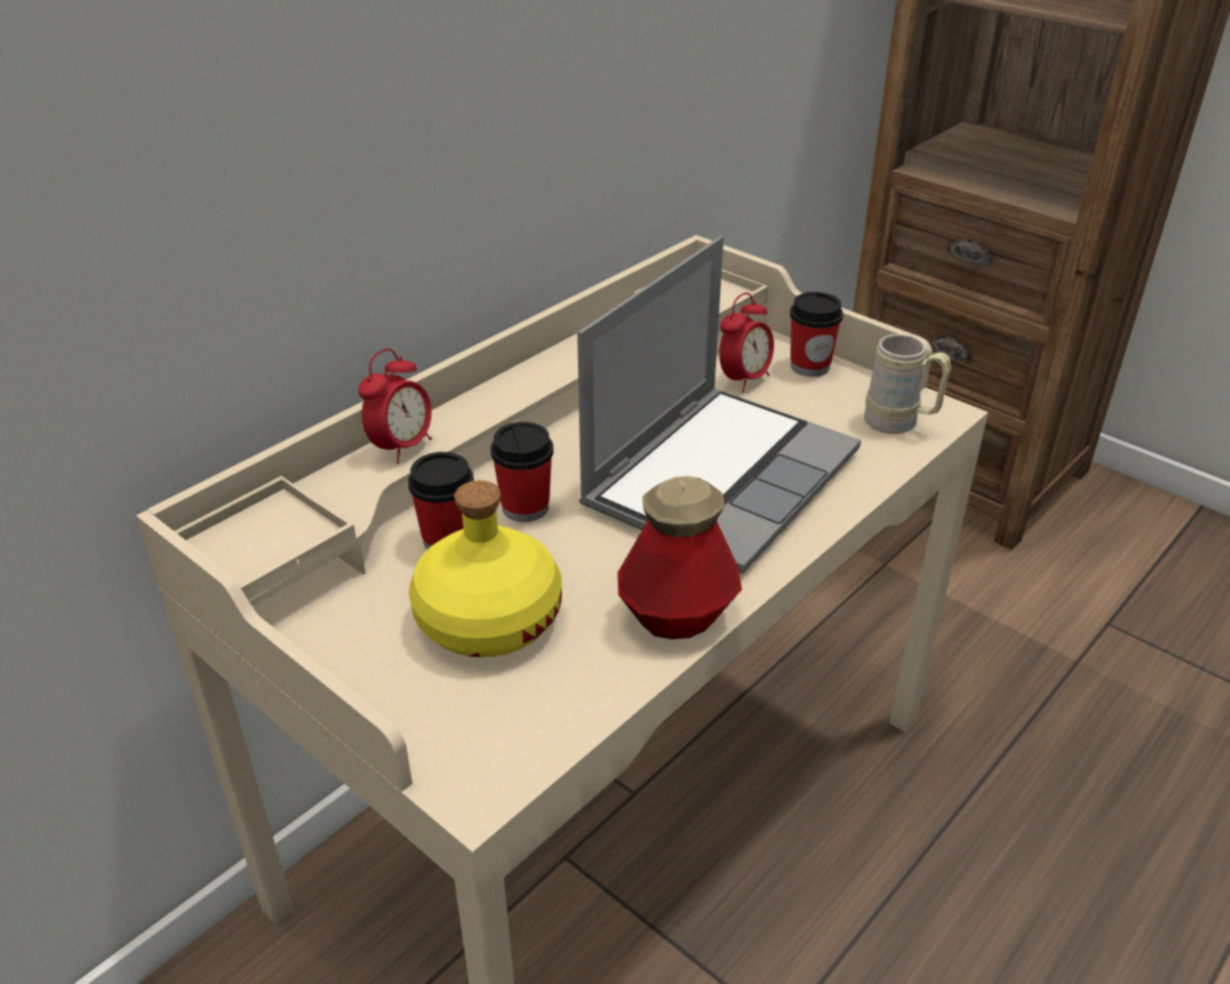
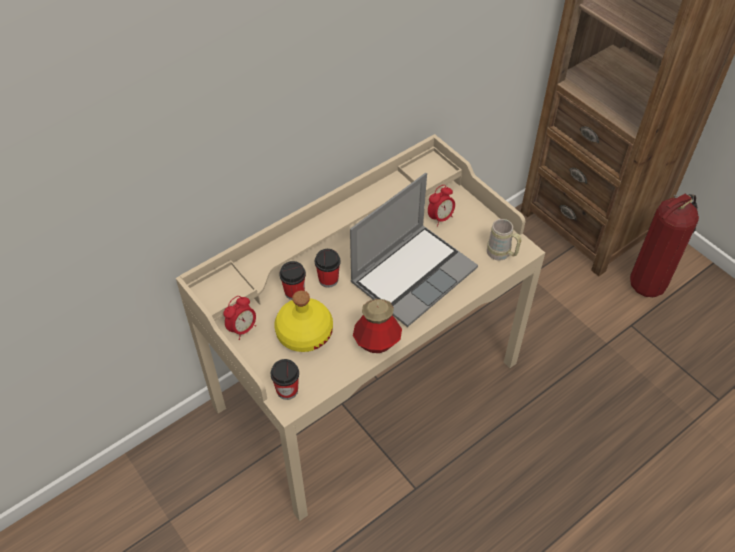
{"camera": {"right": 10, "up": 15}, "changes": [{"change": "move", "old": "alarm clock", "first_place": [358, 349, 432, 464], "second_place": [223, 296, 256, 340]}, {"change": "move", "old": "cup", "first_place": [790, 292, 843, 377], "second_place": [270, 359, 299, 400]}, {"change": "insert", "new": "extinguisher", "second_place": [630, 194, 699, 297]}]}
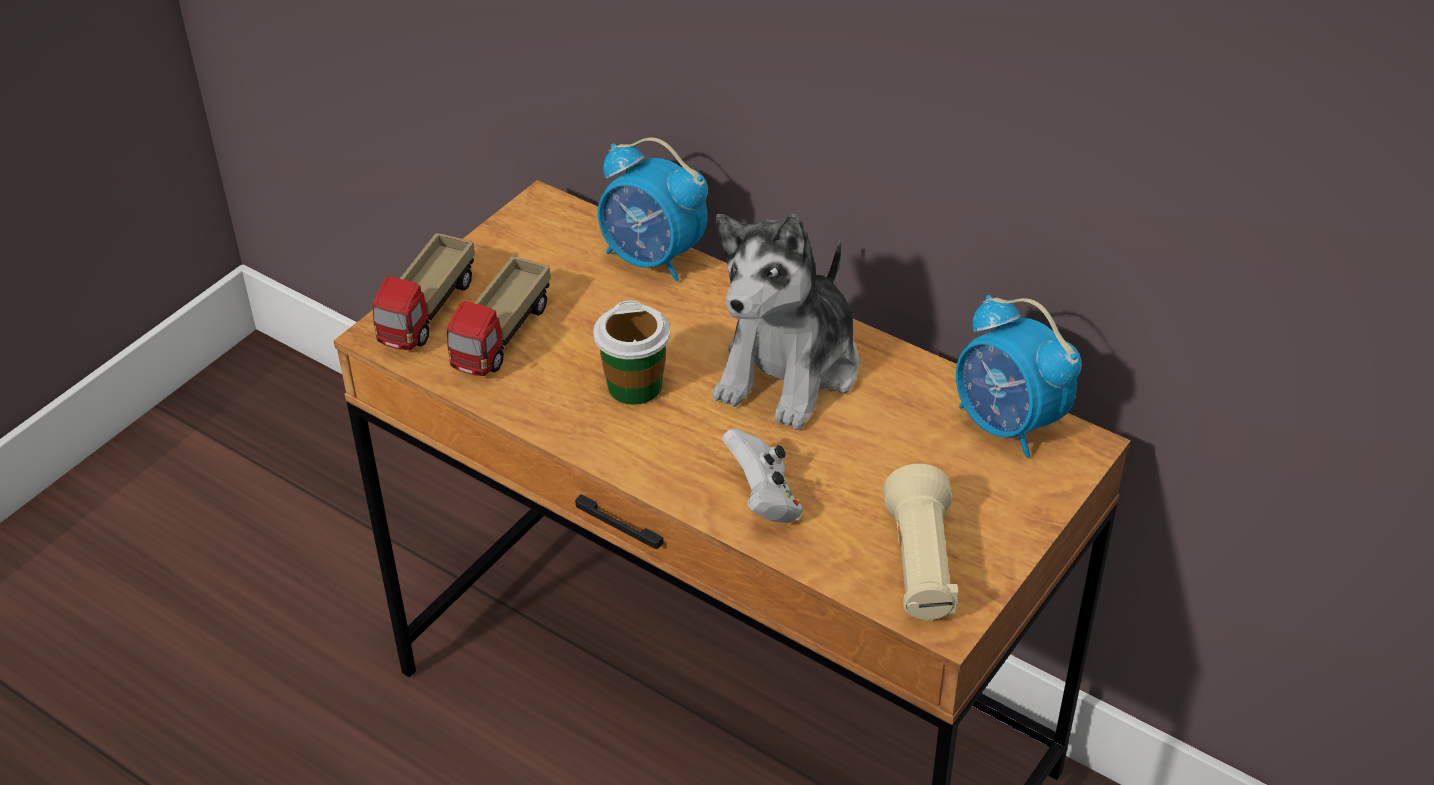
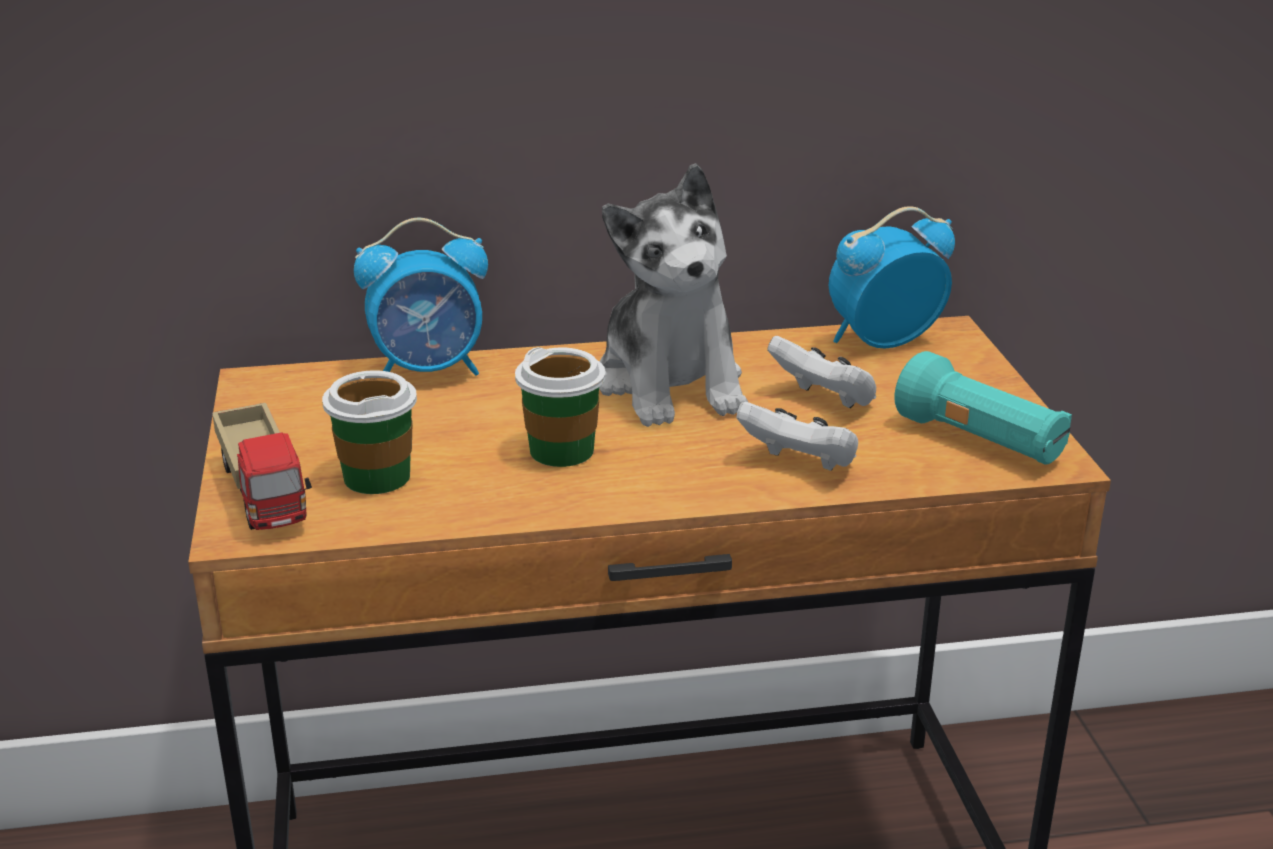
{"camera": {"right": -45, "up": -15}, "changes": [{"change": "replace", "old": "toy truck", "new": "cup", "first_place": [447, 256, 551, 376], "second_place": [322, 370, 417, 494]}, {"change": "recolor", "old": "beige flashlight", "new": "turquoise-coloured flashlight", "first_place": [884, 463, 959, 620], "second_place": [894, 351, 1072, 465]}, {"change": "rotate", "old": "alarm clock", "first_place": [956, 295, 1082, 457], "second_place": [829, 206, 955, 349], "degrees": 150}, {"change": "insert", "new": "whitish gamepad", "second_place": [767, 336, 876, 409]}]}
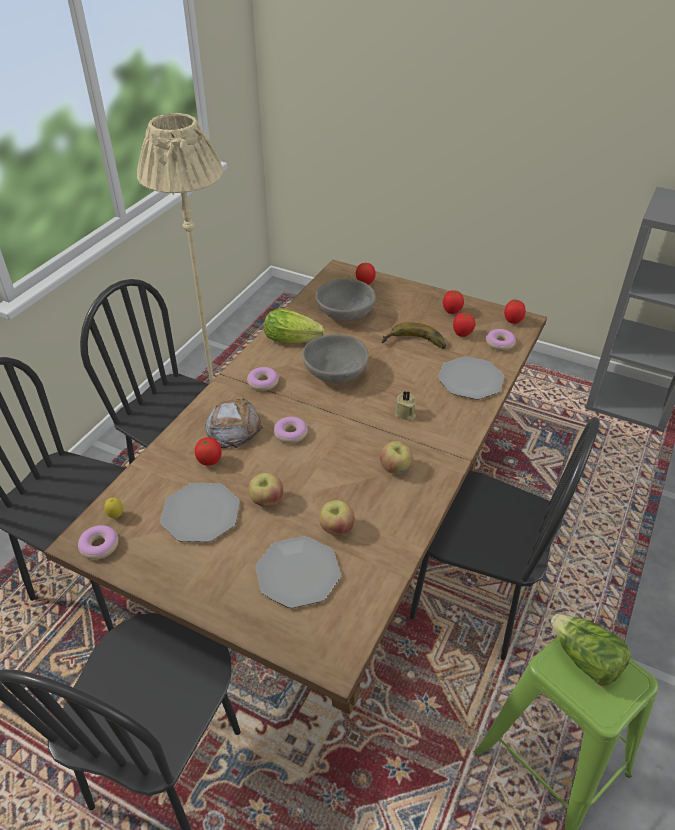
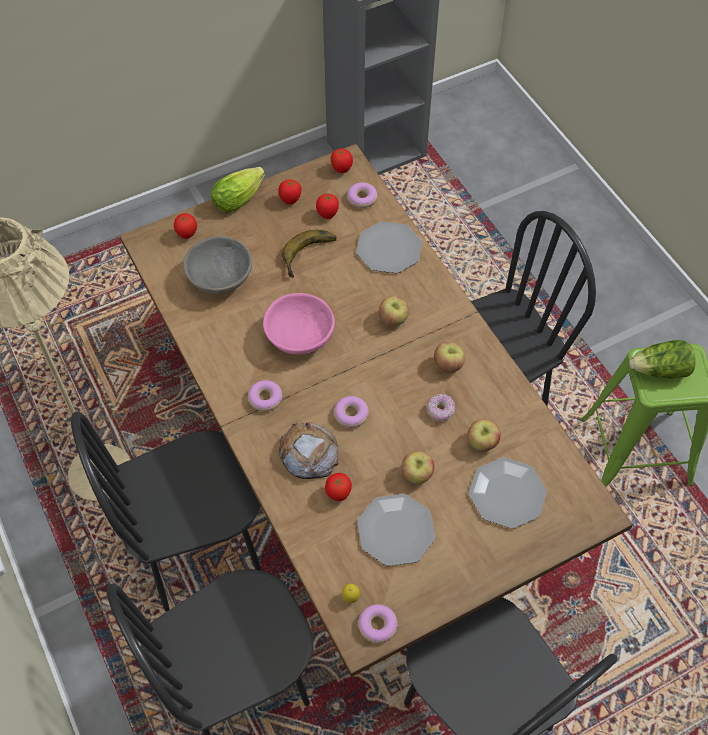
{"camera": {"right": -55, "up": 15}, "changes": [{"change": "move", "old": "head of lettuce", "first_place": [264, 309, 325, 344], "second_place": [211, 167, 265, 212]}, {"change": "recolor", "old": "greyish serving bowl", "new": "pink-coloured serving bowl", "first_place": [302, 334, 369, 383], "second_place": [263, 293, 335, 355]}, {"change": "replace", "old": "beige wax light", "new": "apple fruit", "first_place": [395, 391, 416, 421], "second_place": [379, 296, 409, 327]}, {"change": "insert", "new": "donut", "second_place": [426, 394, 455, 421]}]}
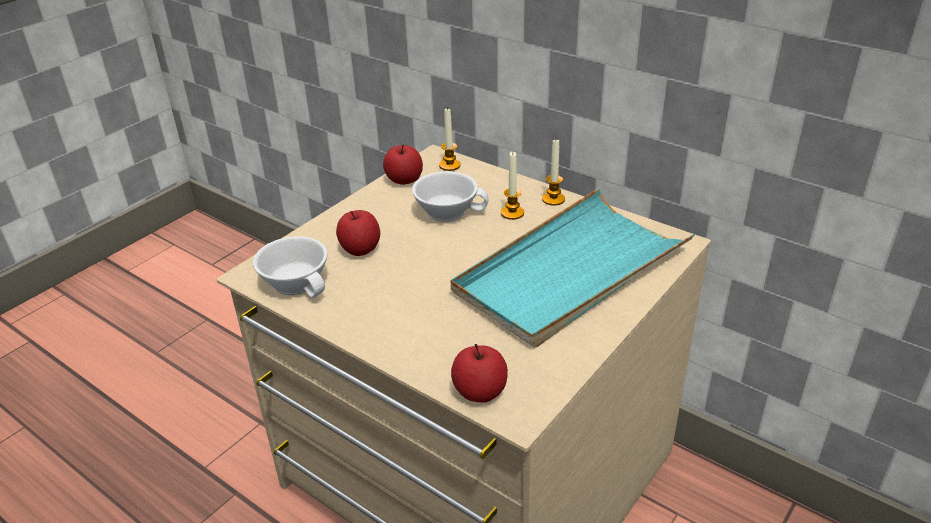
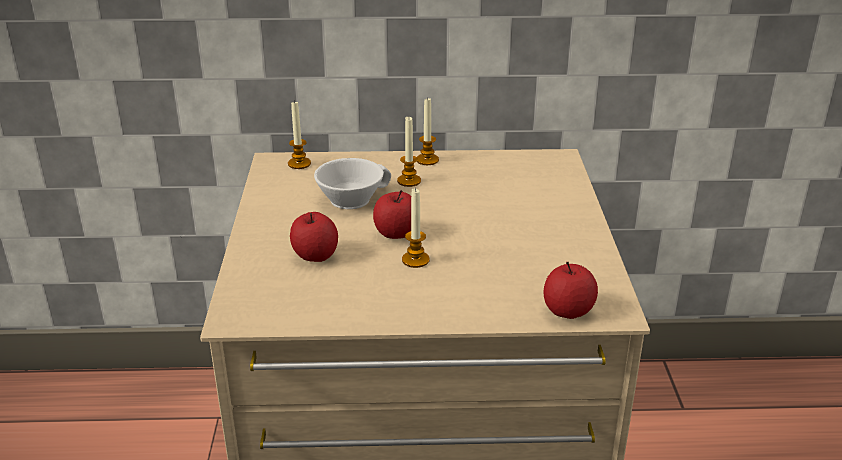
{"camera": {"right": -40, "up": -5}, "changes": [{"change": "delete", "old": "whitish cup", "first_place": [253, 236, 327, 298]}, {"change": "move", "old": "apple fruit", "first_place": [383, 144, 423, 185], "second_place": [373, 190, 411, 239]}, {"change": "delete", "old": "turquoise-coloured tray", "first_place": [451, 188, 695, 348]}, {"change": "insert", "new": "wax light", "second_place": [402, 188, 430, 268]}]}
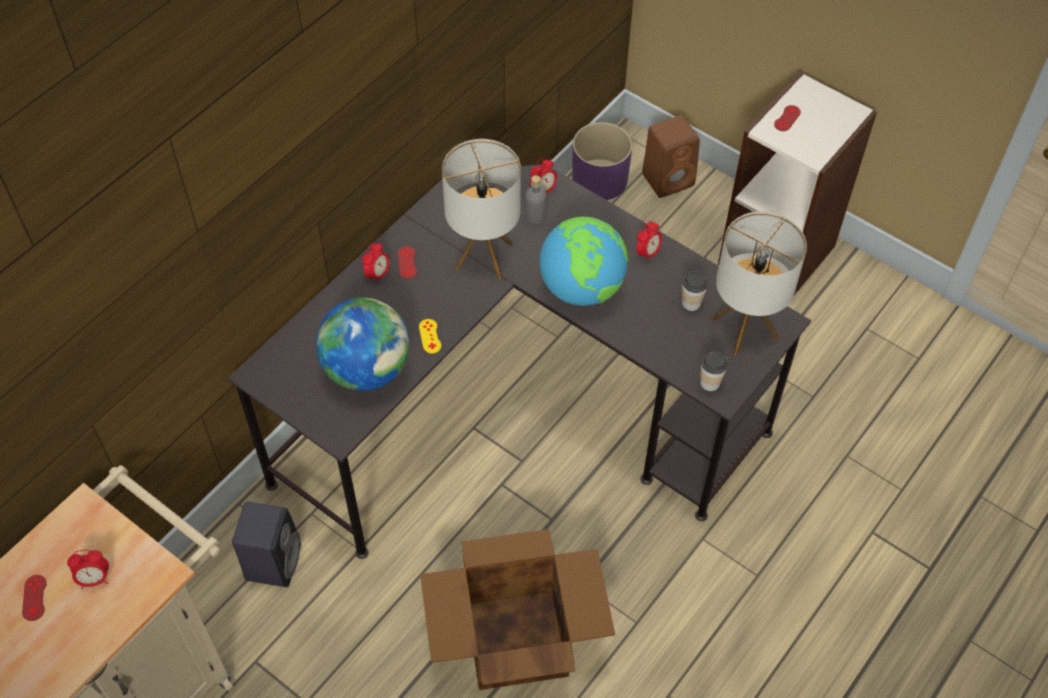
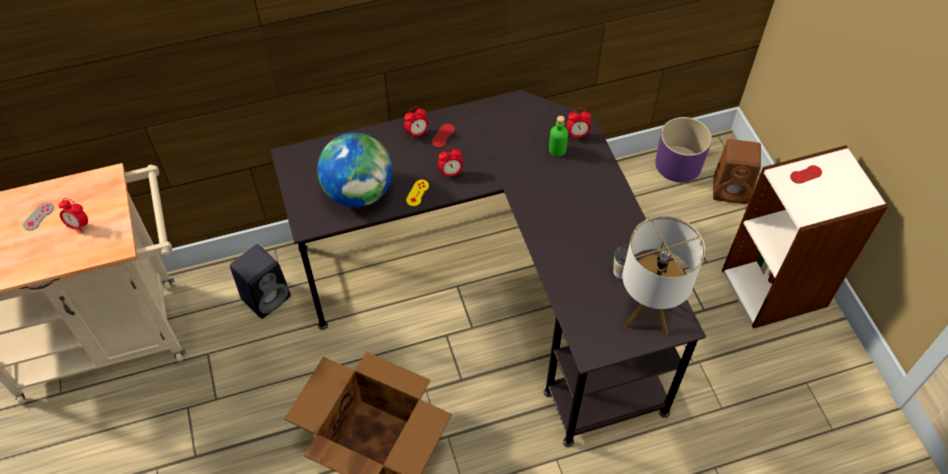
{"camera": {"right": 35, "up": 0}, "changes": [{"change": "recolor", "old": "red gamepad", "new": "greyish gamepad", "first_place": [22, 575, 47, 621], "second_place": [23, 202, 54, 231]}, {"change": "delete", "old": "tabletop lamp", "first_place": [442, 139, 521, 280]}, {"change": "recolor", "old": "greyish drink bottle", "new": "green-coloured drink bottle", "first_place": [525, 175, 547, 224], "second_place": [549, 116, 568, 157]}, {"change": "delete", "old": "globe", "first_place": [539, 217, 628, 306]}, {"change": "move", "old": "alarm clock", "first_place": [636, 221, 662, 263], "second_place": [438, 147, 463, 179]}, {"change": "delete", "old": "cup", "first_place": [700, 352, 728, 391]}]}
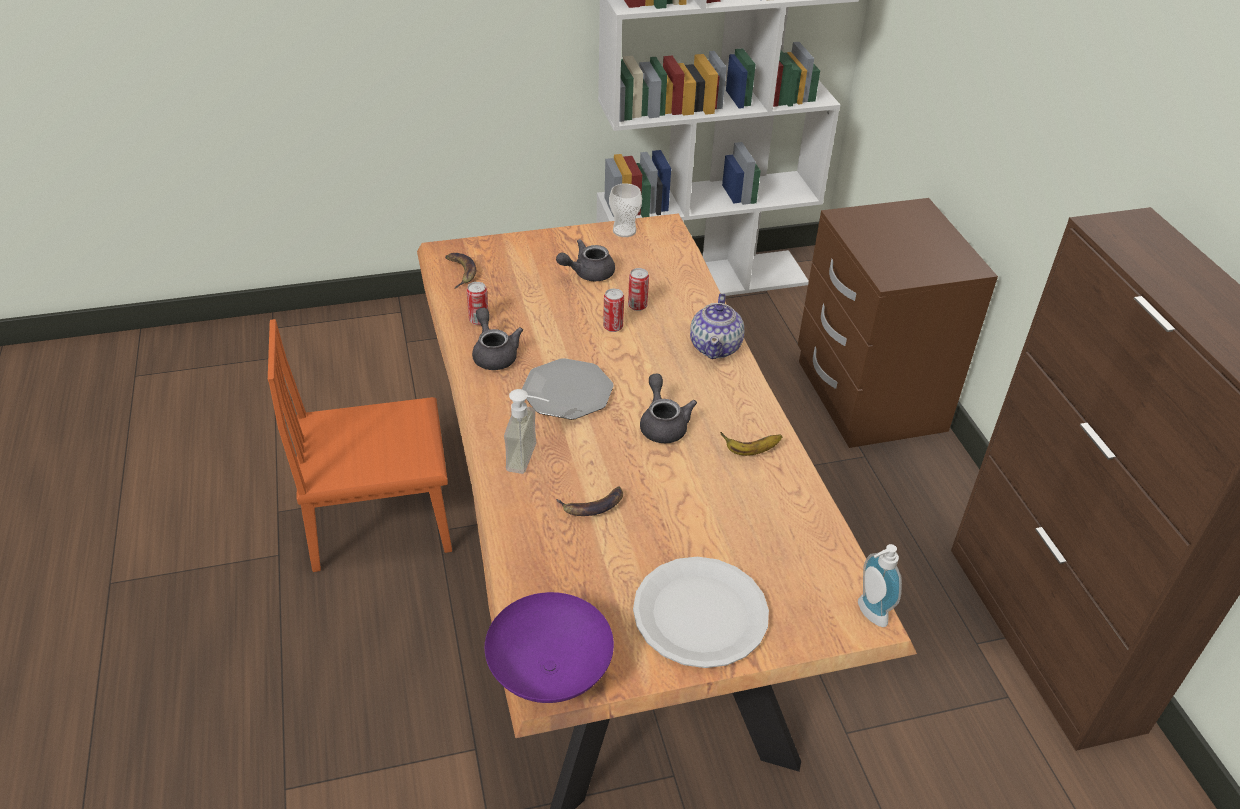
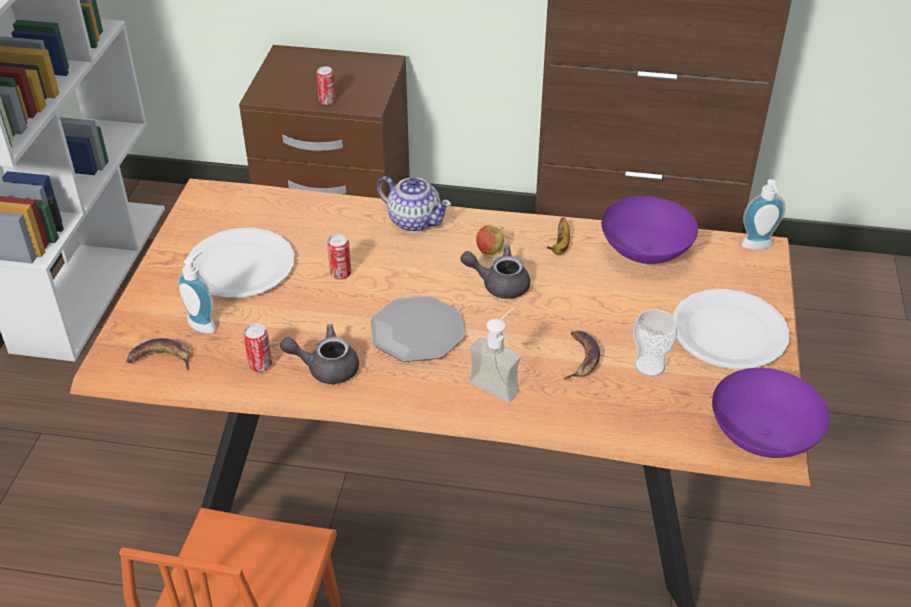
{"camera": {"right": -65, "up": 0}, "changes": [{"change": "replace", "old": "greyish tea pot", "new": "whitish dinner plate", "first_place": [556, 239, 615, 281], "second_place": [187, 228, 295, 298]}, {"change": "move", "old": "cup", "first_place": [609, 183, 642, 237], "second_place": [633, 309, 678, 377]}, {"change": "move", "old": "can", "first_place": [628, 268, 649, 311], "second_place": [316, 66, 336, 105]}, {"change": "insert", "new": "soap dispenser", "second_place": [178, 251, 216, 334]}, {"change": "insert", "new": "apple fruit", "second_place": [476, 225, 504, 255]}, {"change": "insert", "new": "purple serving bowl", "second_place": [601, 196, 698, 264]}]}
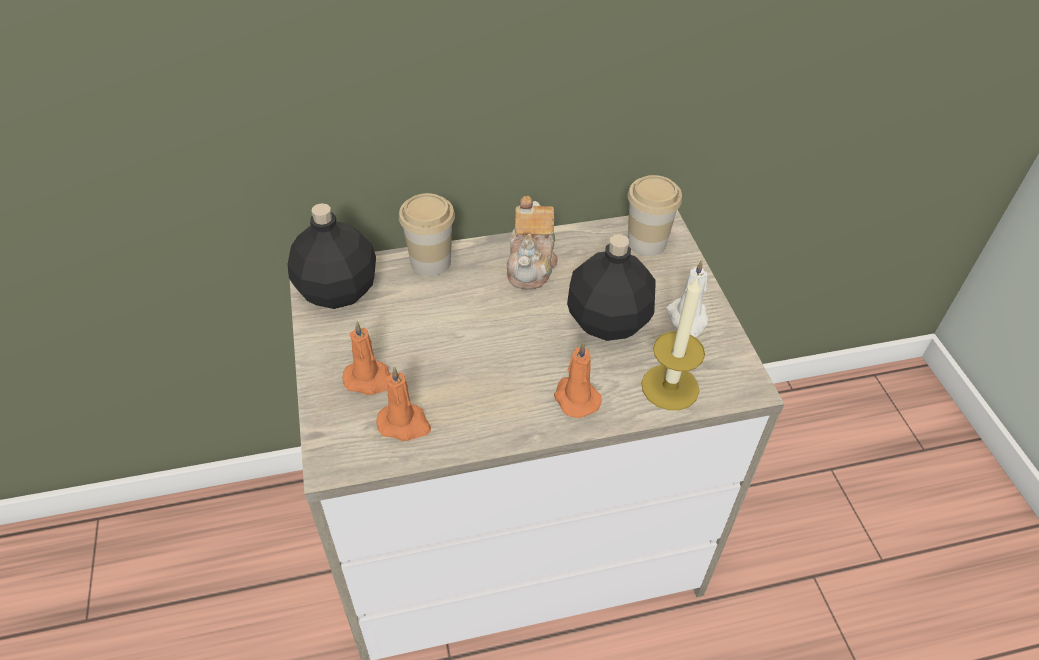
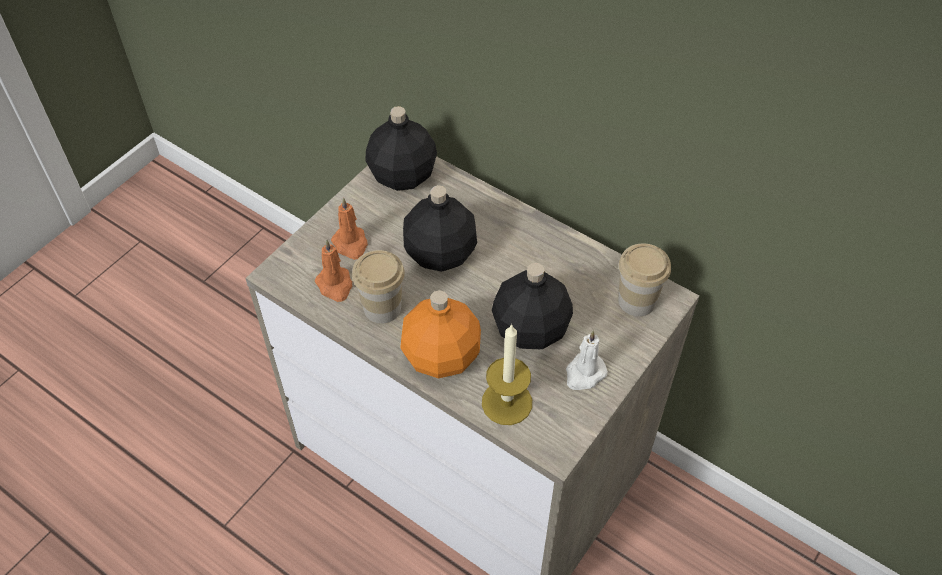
{"camera": {"right": 50, "up": 5}, "changes": [{"change": "move", "old": "cup", "first_place": [399, 193, 455, 276], "second_place": [352, 250, 405, 324]}, {"change": "delete", "old": "tea pot", "first_place": [507, 196, 558, 290]}, {"change": "replace", "old": "orange-coloured wax light", "new": "orange-coloured drink bottle", "first_place": [554, 342, 602, 418], "second_place": [400, 290, 481, 379]}, {"change": "insert", "new": "black-coloured drink bottle", "second_place": [403, 185, 477, 272]}]}
